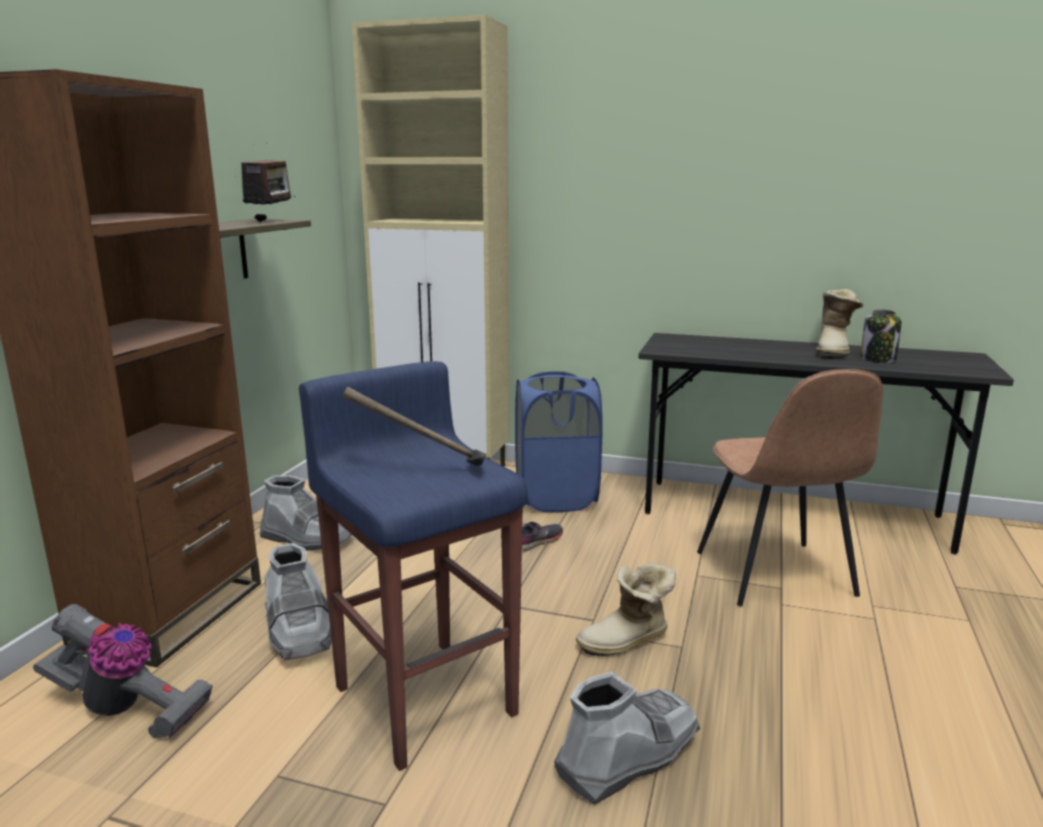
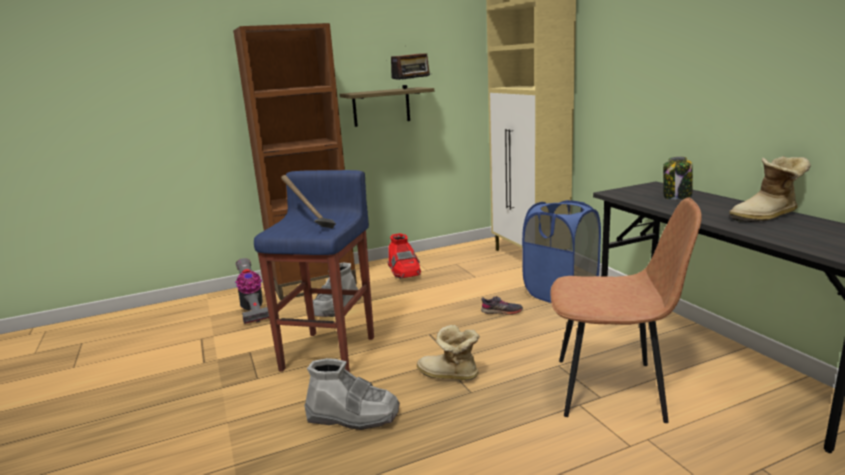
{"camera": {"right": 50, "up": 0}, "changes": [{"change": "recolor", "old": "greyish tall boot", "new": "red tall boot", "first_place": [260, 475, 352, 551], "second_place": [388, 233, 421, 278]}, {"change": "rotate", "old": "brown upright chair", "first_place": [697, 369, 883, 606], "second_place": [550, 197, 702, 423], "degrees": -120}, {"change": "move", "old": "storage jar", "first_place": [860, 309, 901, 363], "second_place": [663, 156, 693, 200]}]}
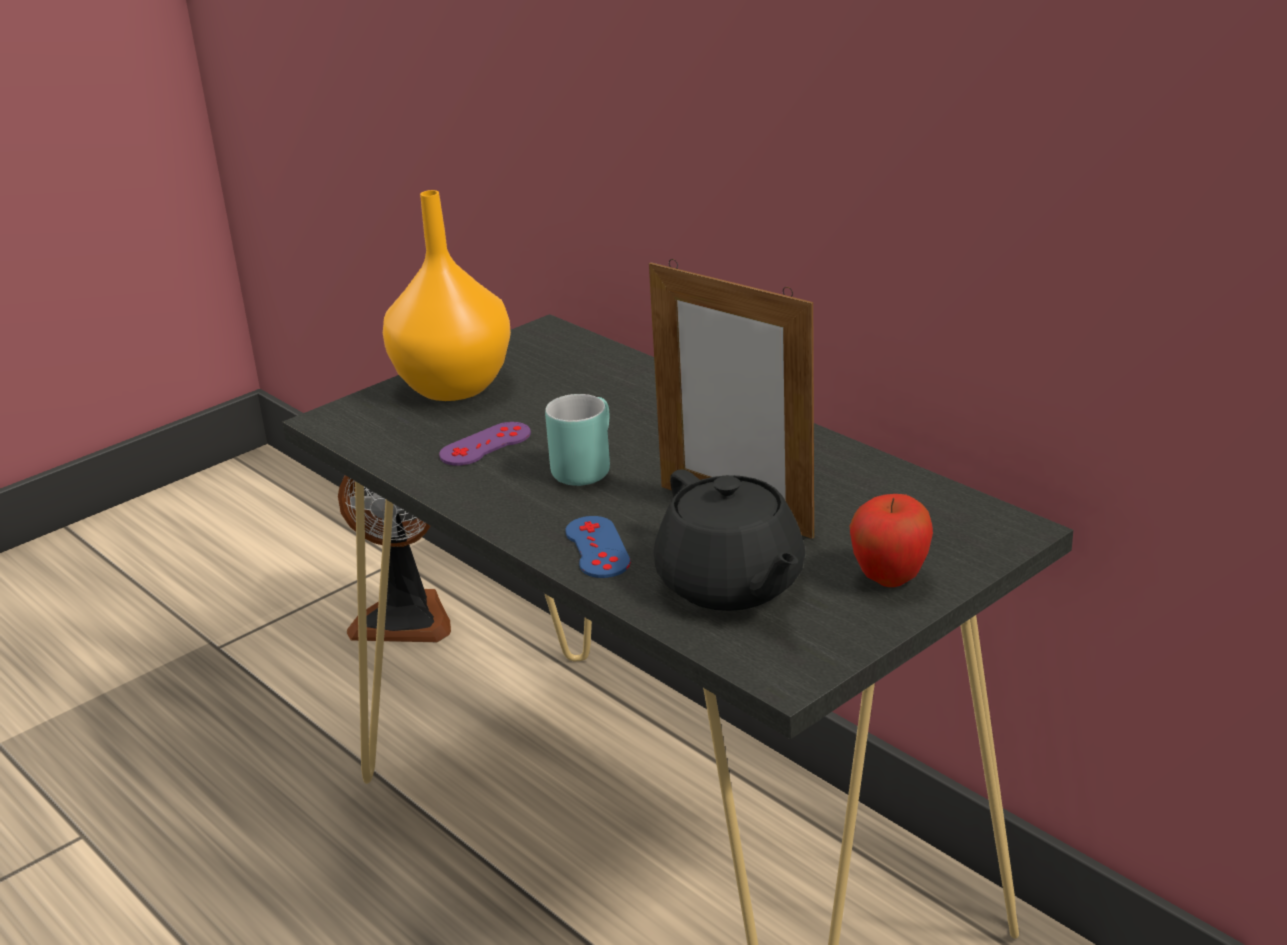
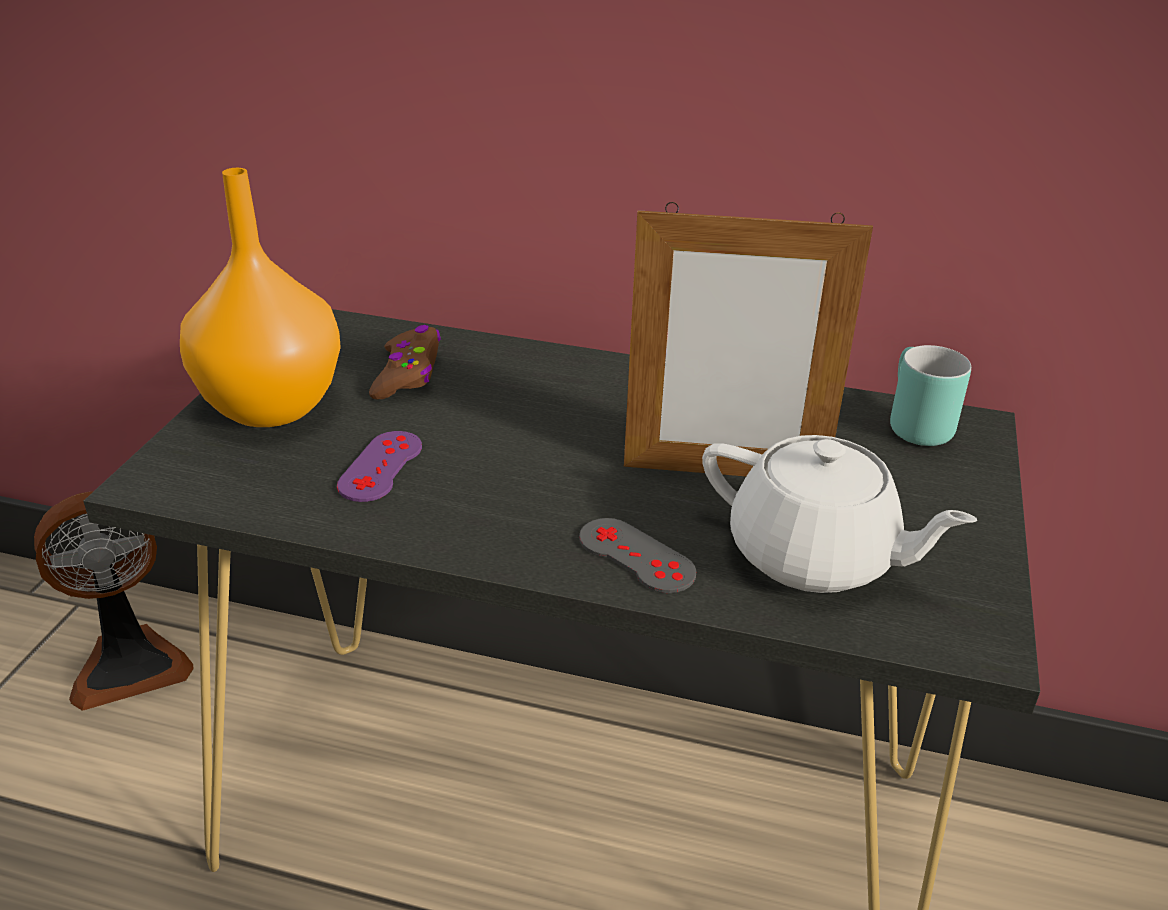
{"camera": {"right": -35, "up": 5}, "changes": [{"change": "move", "old": "turquoise-coloured coffee mug", "first_place": [545, 394, 610, 486], "second_place": [890, 345, 971, 446]}, {"change": "recolor", "old": "blue-coloured gamepad", "new": "greyish gamepad", "first_place": [565, 516, 631, 578], "second_place": [579, 518, 696, 593]}, {"change": "recolor", "old": "black-coloured tea pot", "new": "whitish tea pot", "first_place": [654, 469, 805, 611], "second_place": [702, 435, 977, 593]}, {"change": "delete", "old": "apple fruit", "first_place": [850, 494, 933, 587]}, {"change": "insert", "new": "brown gamepad", "second_place": [369, 325, 441, 399]}]}
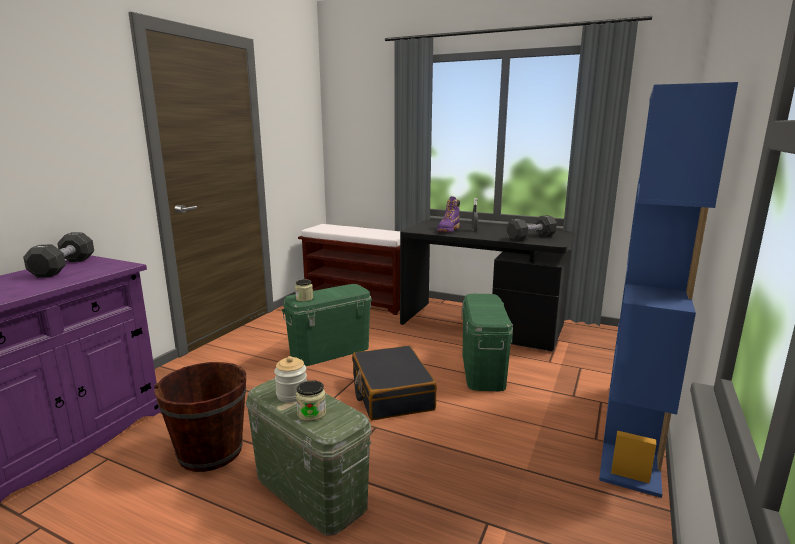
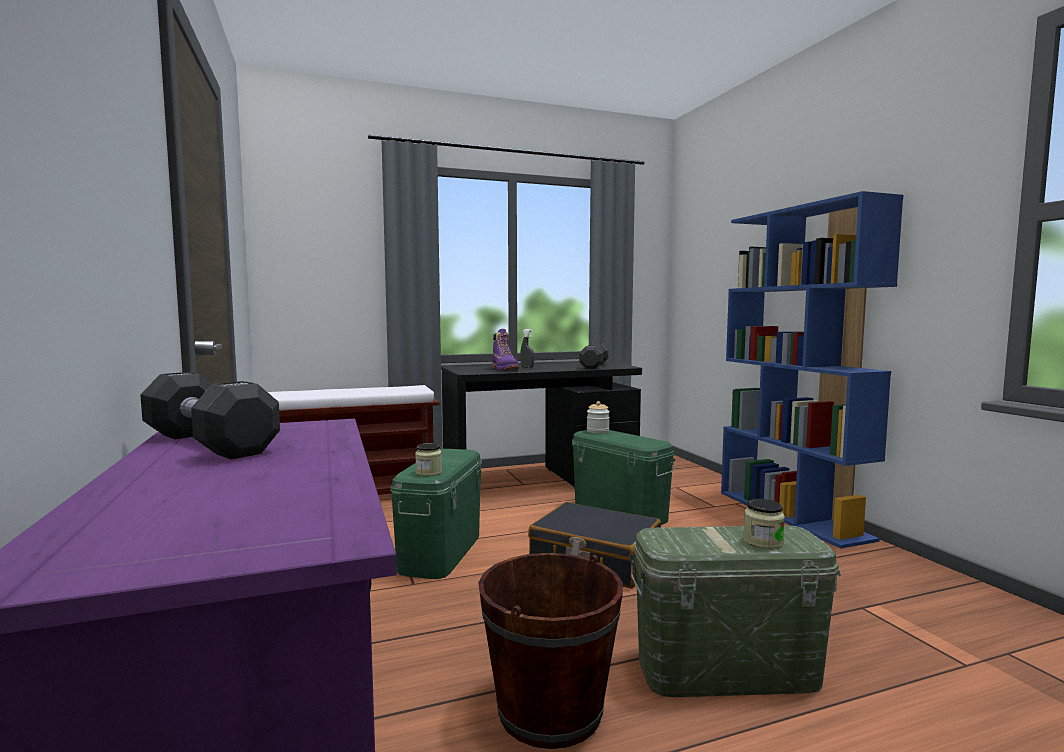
{"camera": {"right": -45, "up": -10}, "changes": [{"change": "move", "old": "storage jar", "first_place": [274, 356, 307, 402], "second_place": [587, 401, 610, 434]}]}
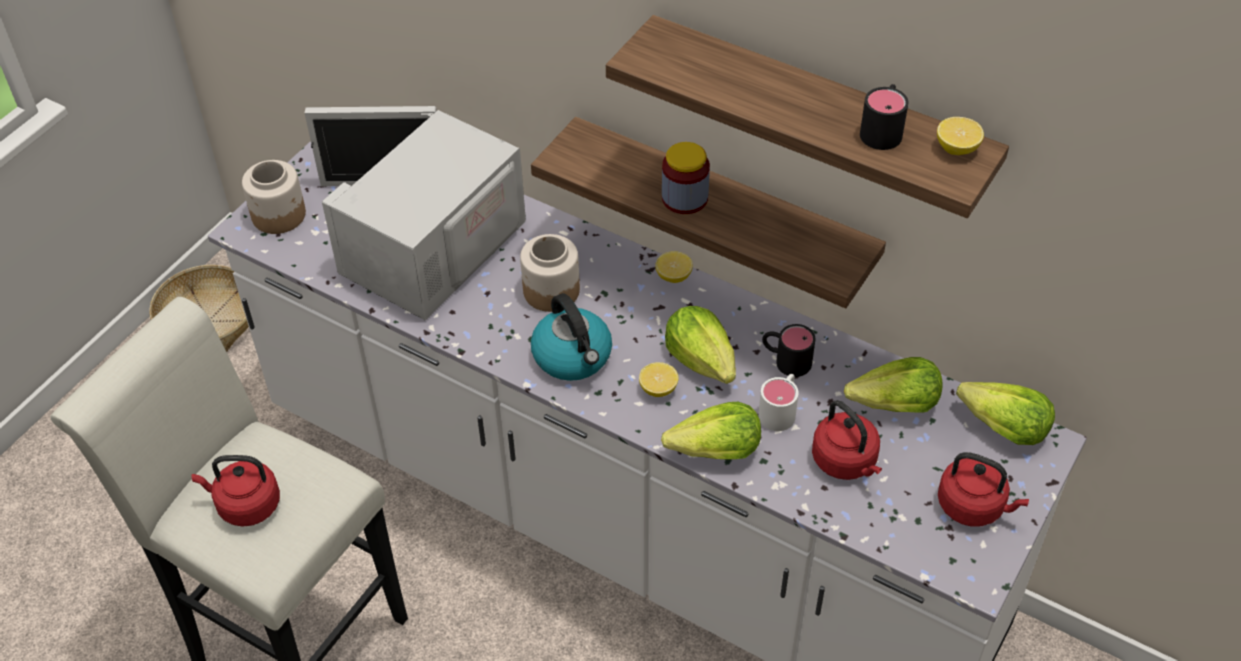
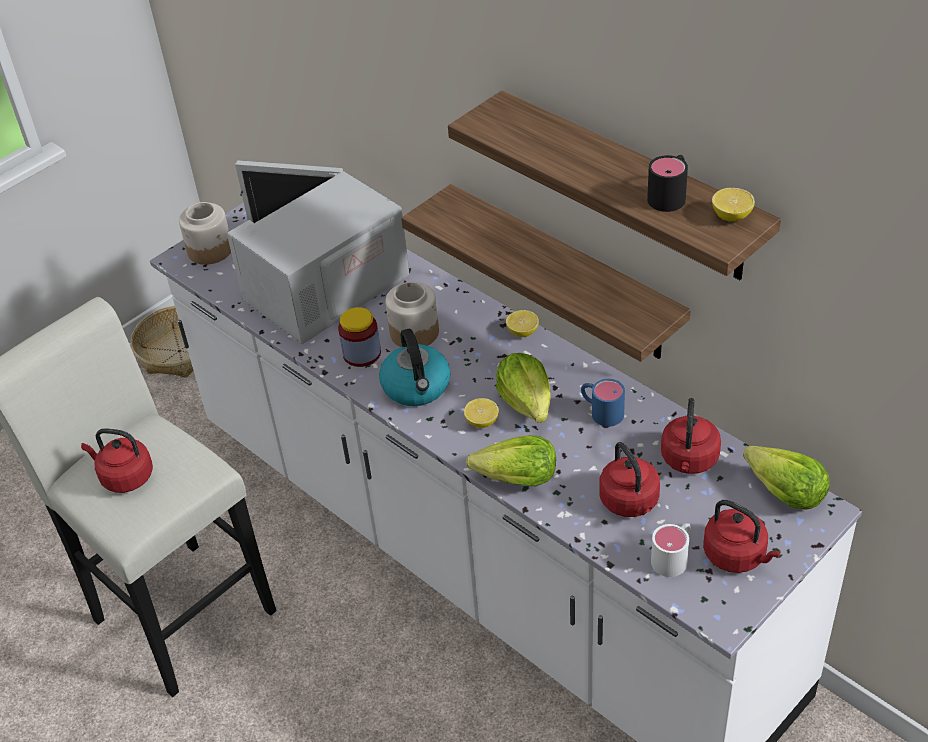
{"camera": {"right": 15, "up": -5}, "changes": [{"change": "move", "old": "storage jar", "first_place": [662, 142, 710, 214], "second_place": [338, 307, 381, 367]}, {"change": "move", "old": "whitish coffee mug", "first_place": [758, 374, 799, 431], "second_place": [651, 523, 691, 577]}, {"change": "recolor", "old": "black-coloured coffee mug", "new": "blue-coloured coffee mug", "first_place": [762, 324, 815, 377], "second_place": [581, 379, 625, 427]}, {"change": "replace", "old": "head of lettuce", "new": "red water kettle", "first_place": [844, 357, 943, 413], "second_place": [661, 398, 721, 474]}]}
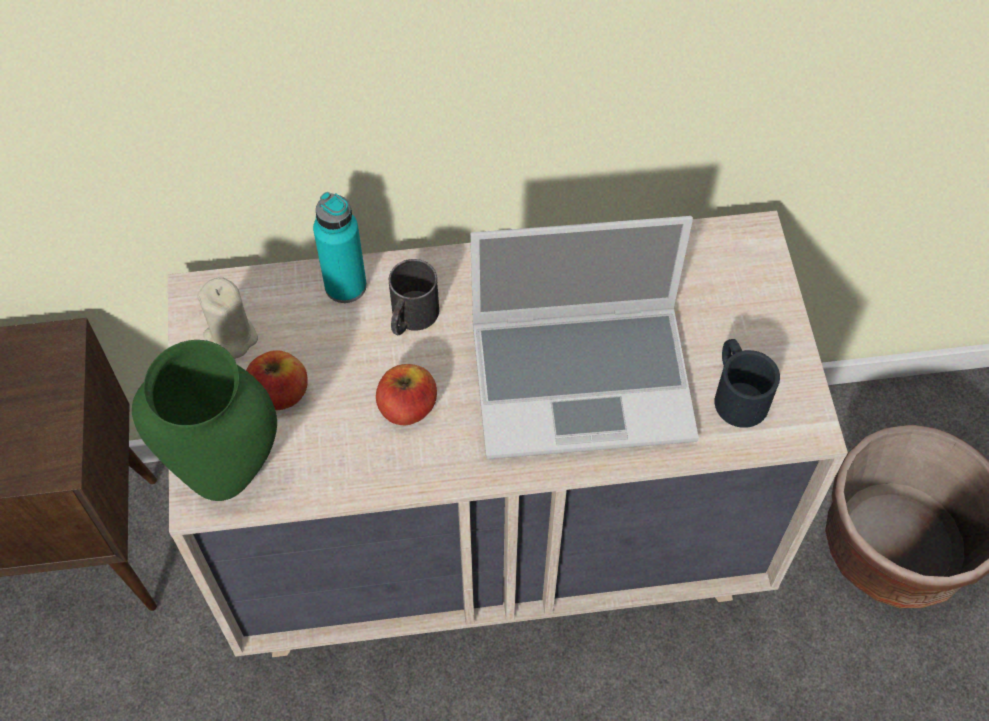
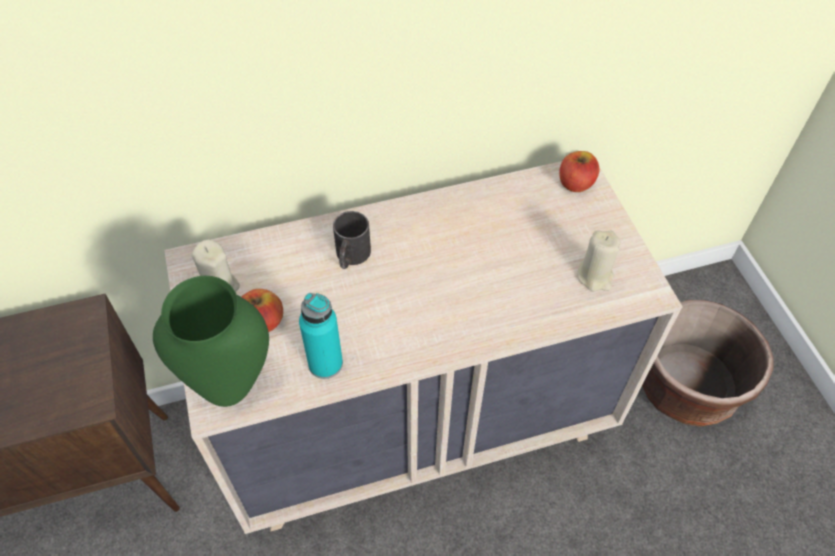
{"camera": {"right": -10, "up": -5}, "changes": [{"change": "move", "old": "turquoise-coloured drink bottle", "first_place": [313, 192, 367, 303], "second_place": [299, 293, 343, 379]}, {"change": "move", "old": "apple fruit", "first_place": [376, 364, 437, 425], "second_place": [559, 151, 600, 192]}, {"change": "delete", "old": "notebook computer", "first_place": [471, 216, 699, 459]}, {"change": "replace", "old": "black-coloured coffee mug", "new": "beige wax light", "first_place": [715, 339, 780, 428], "second_place": [577, 230, 621, 292]}]}
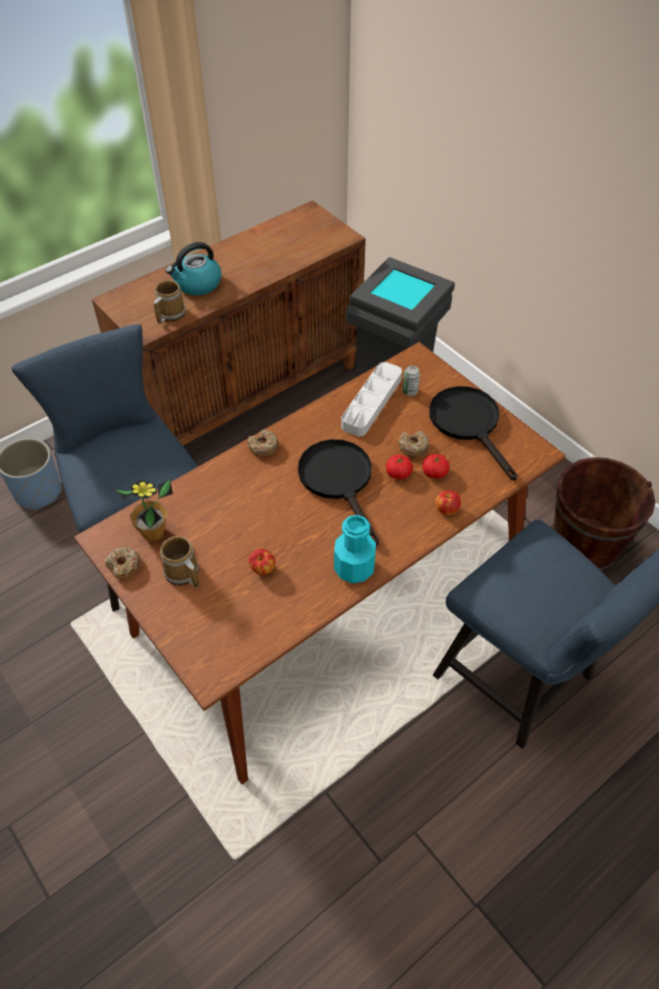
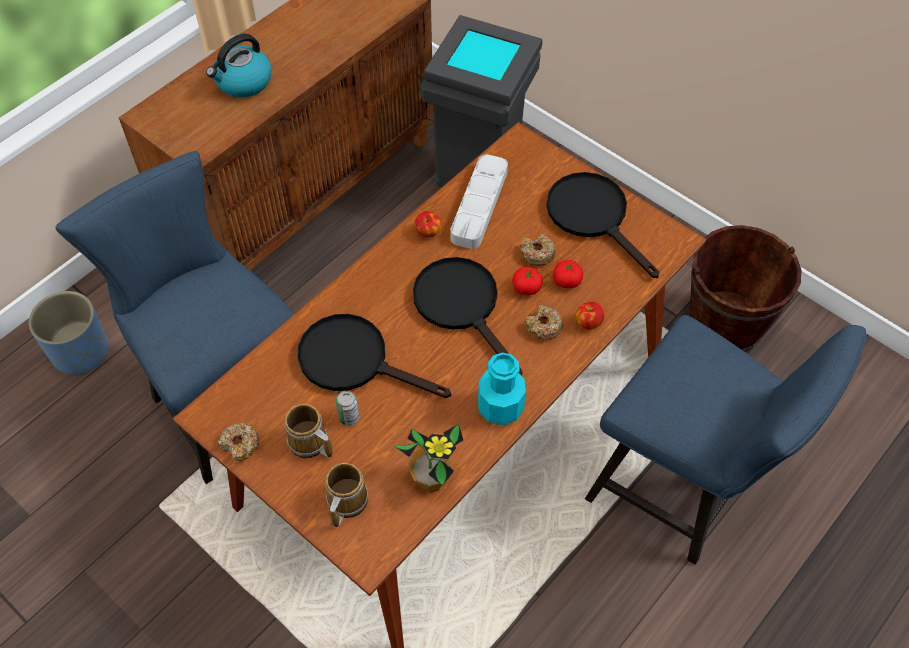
{"camera": {"right": -10, "up": 5}, "changes": [{"change": "move", "old": "potted plant", "first_place": [116, 480, 173, 541], "second_place": [394, 424, 463, 493]}, {"change": "move", "old": "coffee mug", "first_place": [154, 280, 186, 324], "second_place": [325, 463, 368, 528]}, {"change": "move", "old": "donut", "first_place": [247, 429, 279, 457], "second_place": [525, 305, 563, 340]}, {"change": "move", "old": "apple fruit", "first_place": [249, 549, 276, 575], "second_place": [415, 211, 442, 237]}, {"change": "move", "old": "can", "first_place": [402, 365, 420, 396], "second_place": [336, 391, 360, 426]}, {"change": "insert", "new": "black-coloured pan", "second_place": [298, 314, 451, 398]}]}
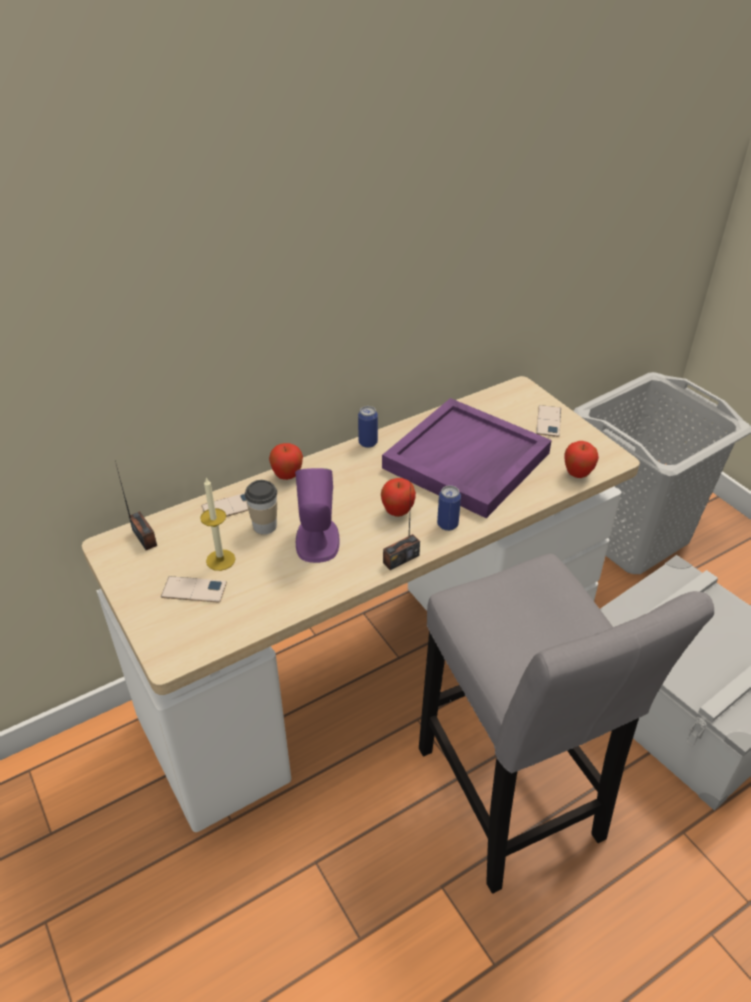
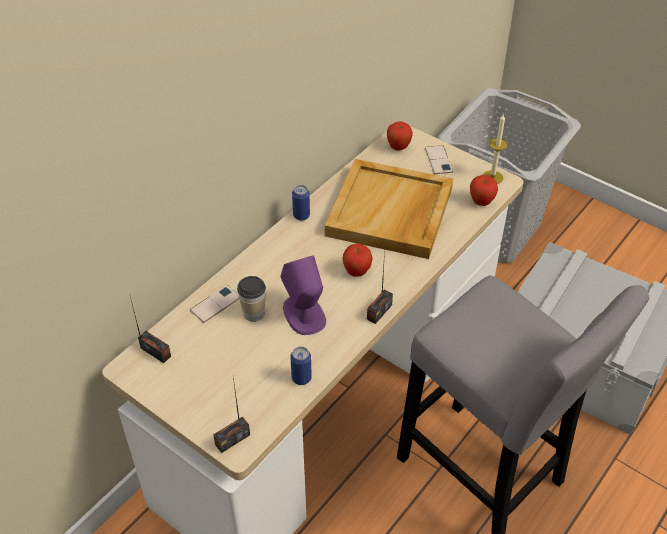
{"camera": {"right": -20, "up": 5}, "changes": [{"change": "delete", "old": "phone", "first_place": [161, 576, 227, 603]}, {"change": "move", "old": "wax light", "first_place": [200, 477, 235, 571], "second_place": [483, 114, 508, 184]}, {"change": "move", "old": "apple fruit", "first_place": [269, 443, 303, 480], "second_place": [387, 122, 413, 151]}, {"change": "recolor", "old": "purple tray", "new": "beige tray", "first_place": [382, 398, 552, 518], "second_place": [325, 159, 453, 259]}, {"change": "move", "old": "can", "first_place": [437, 485, 461, 531], "second_place": [290, 346, 312, 385]}, {"change": "insert", "new": "radio receiver", "second_place": [213, 378, 250, 453]}]}
